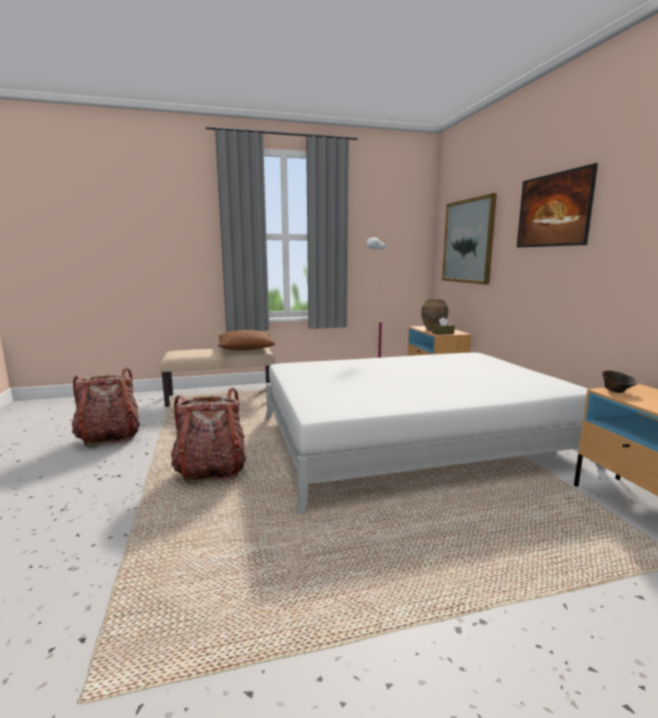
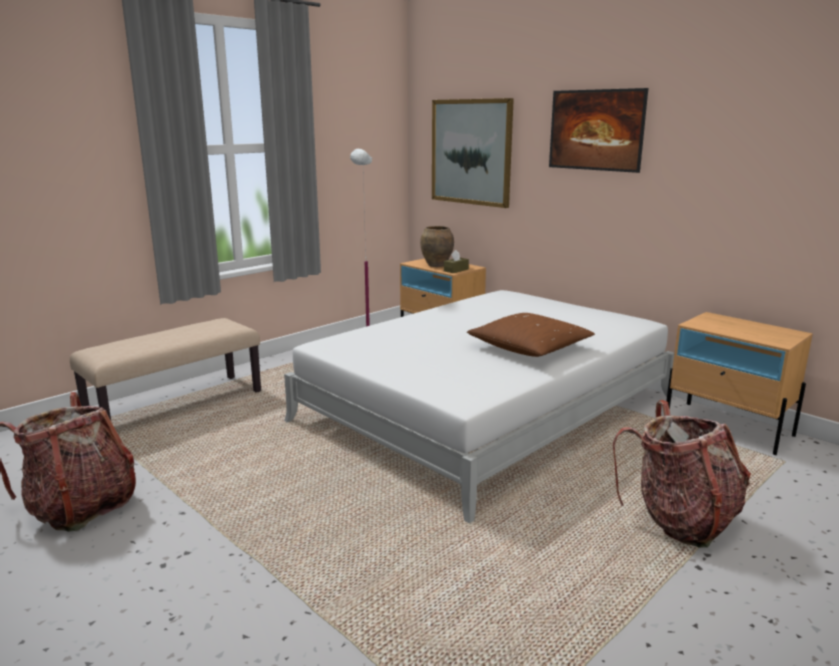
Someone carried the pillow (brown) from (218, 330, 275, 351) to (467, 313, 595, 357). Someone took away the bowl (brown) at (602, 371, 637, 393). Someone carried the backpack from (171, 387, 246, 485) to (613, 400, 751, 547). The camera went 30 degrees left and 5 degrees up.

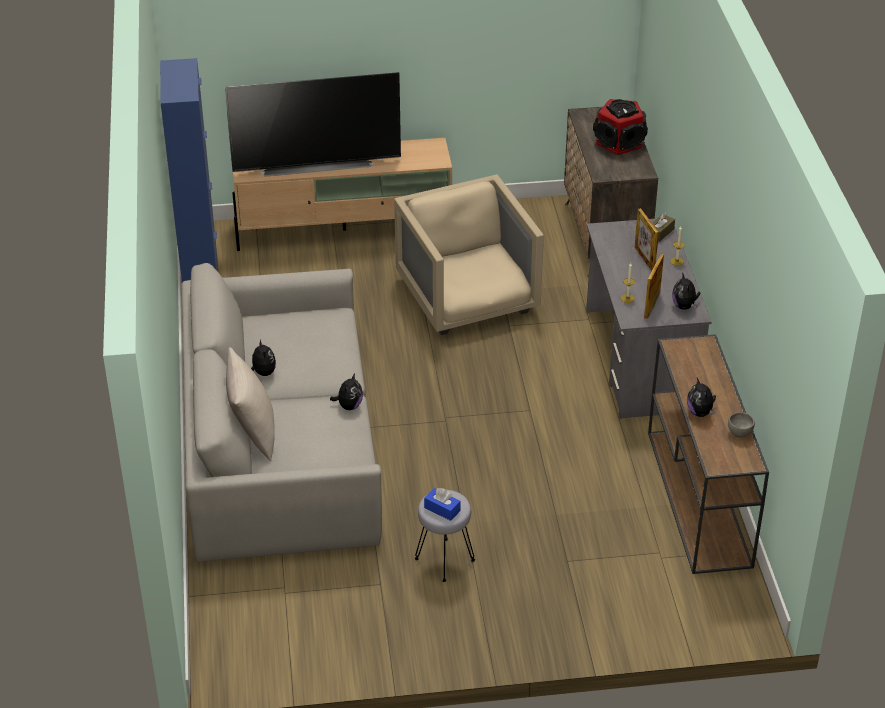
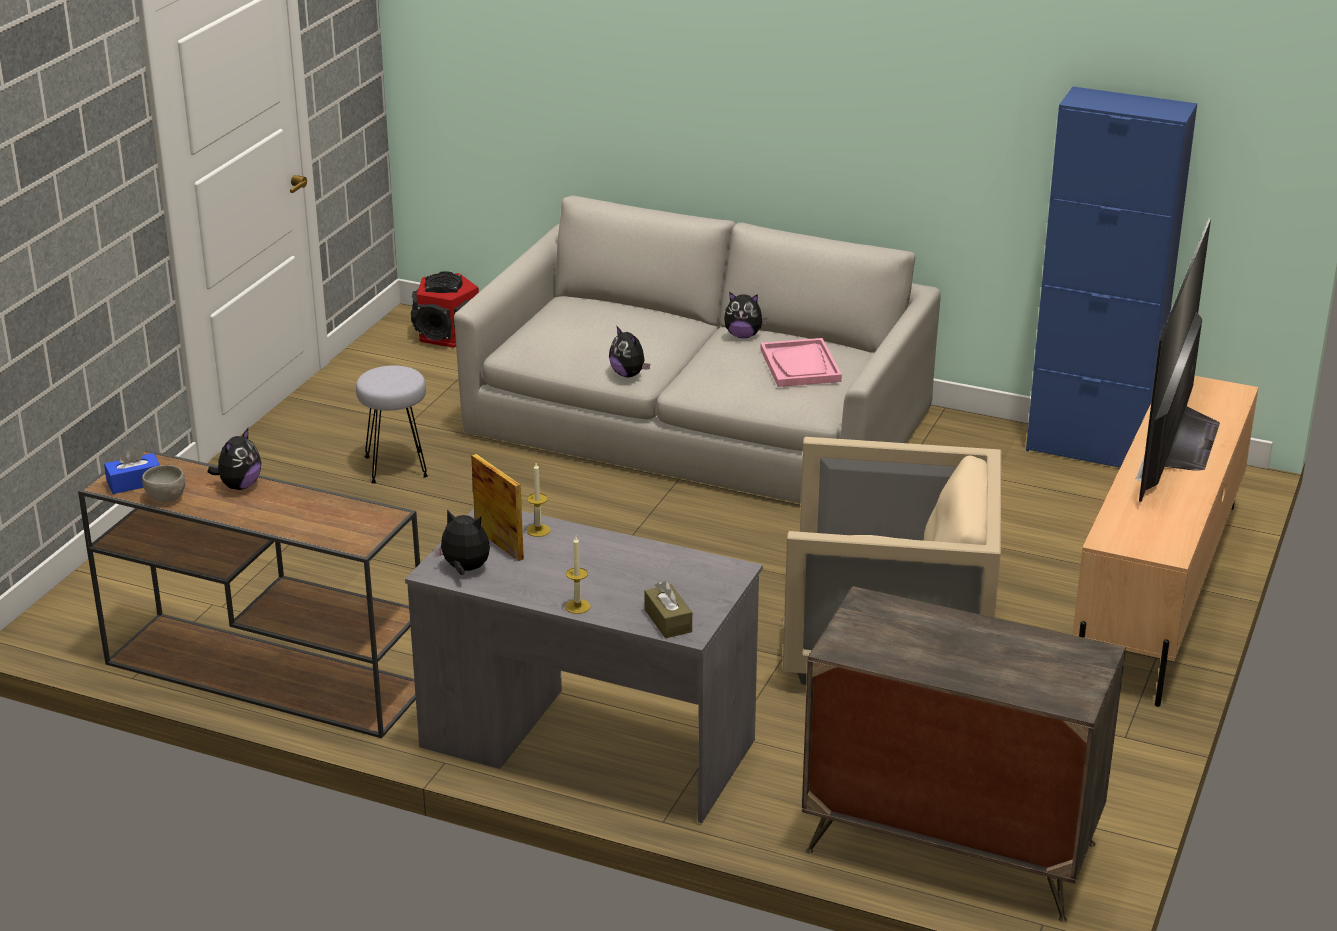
Someone carried the speaker from (593, 99, 648, 155) to (411, 271, 479, 348). Someone took away the picture frame at (635, 208, 659, 271). Someone took away the pillow (beige) at (226, 347, 275, 461). Someone rotated the plush toy at (687, 378, 716, 417) by 105 degrees clockwise. Someone carried the tissue box (blue) from (424, 488, 461, 521) to (104, 446, 160, 494). Someone put down the tray (pink) at (760, 338, 842, 387). The camera went 120 degrees right and 10 degrees down.

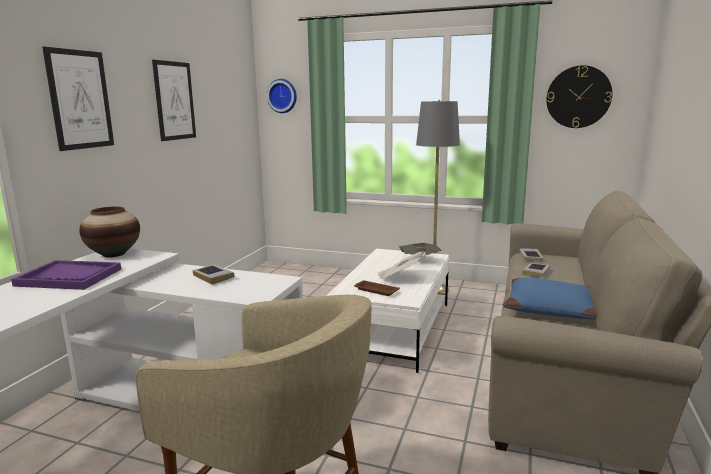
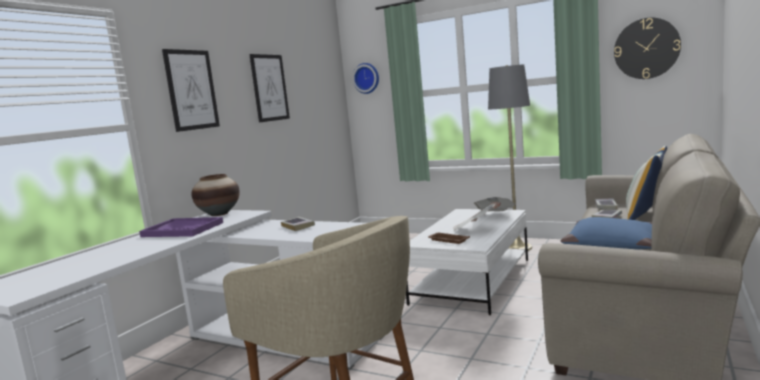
Someone put down the pillow at (626, 146, 667, 220). The camera went 10 degrees right and 5 degrees down.

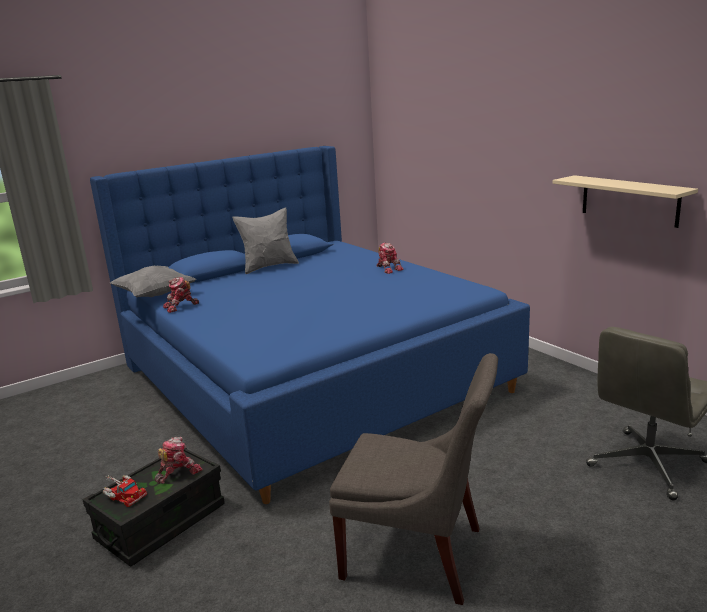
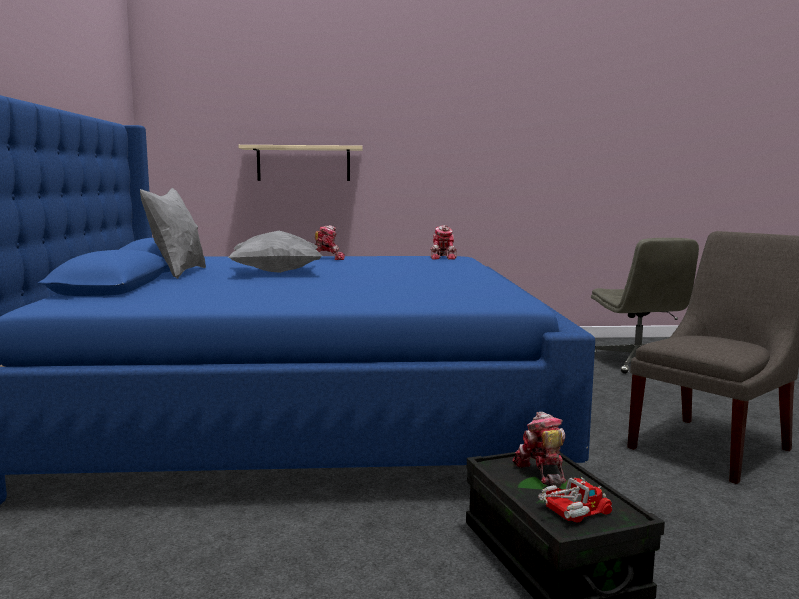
Someone carried the shelf (beige) from (552, 175, 698, 228) to (239, 145, 363, 181). Someone carried the pillow (grey) from (110, 266, 196, 297) to (228, 231, 322, 273). Someone carried the toy robot from (163, 277, 199, 313) to (430, 225, 457, 260). The camera went 60 degrees left and 10 degrees down.

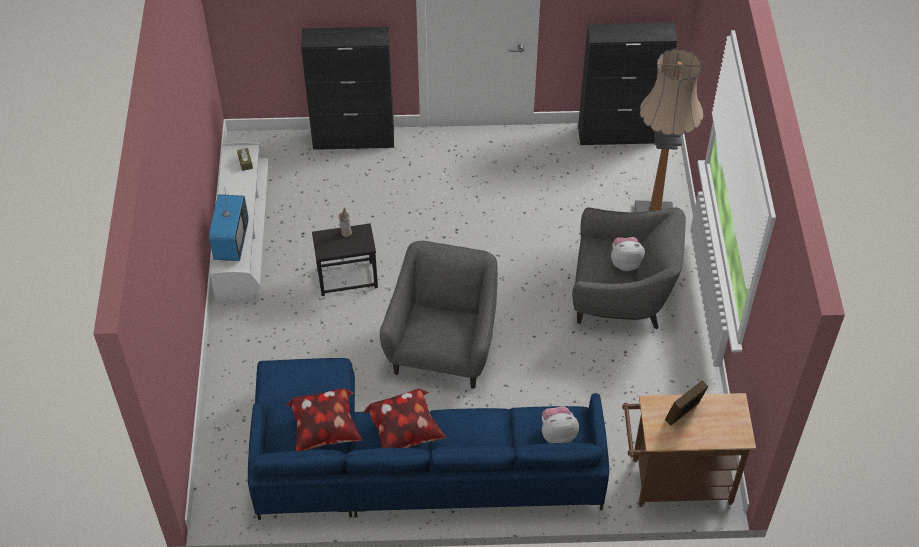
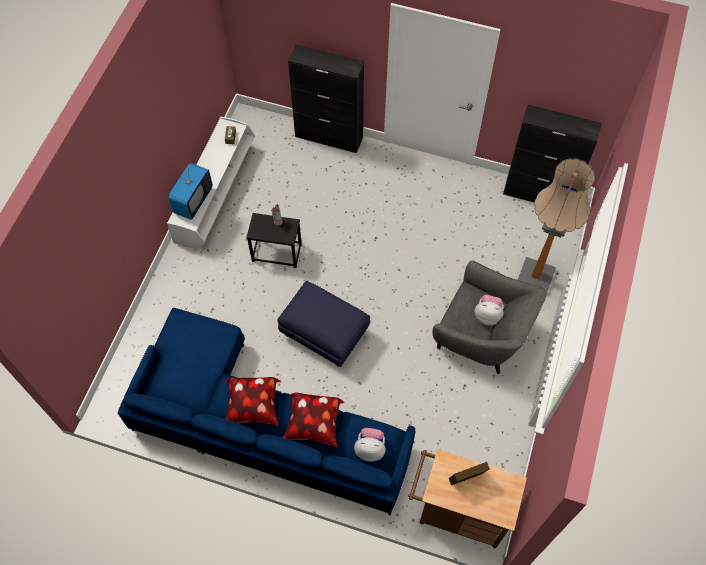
Someone swapped the armchair (grey) at (380, 241, 498, 389) for the ottoman (blue) at (278, 281, 370, 367). Someone carried the pillow from (286, 388, 362, 451) to (283, 392, 345, 447). The camera went 20 degrees right and 10 degrees up.

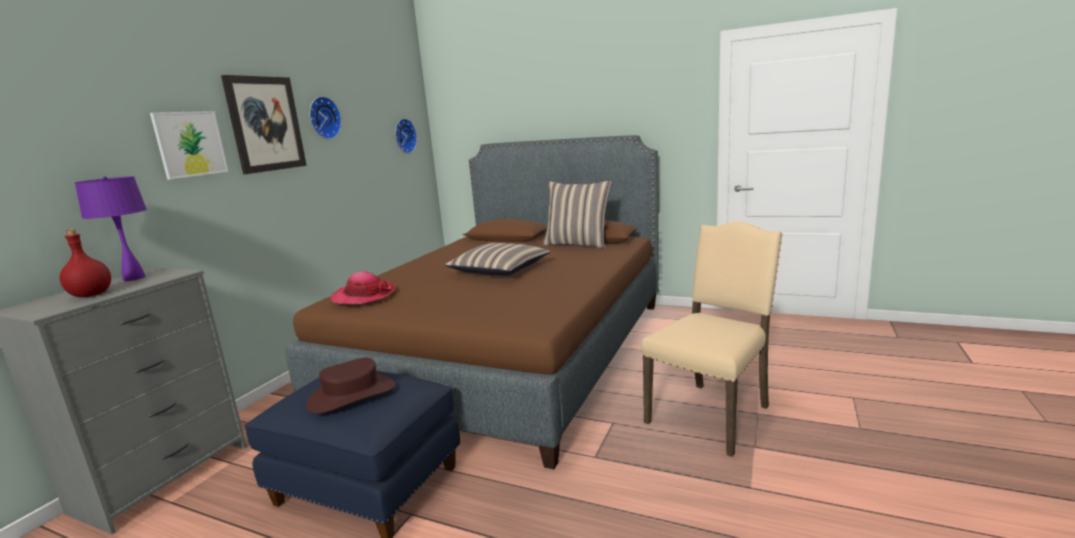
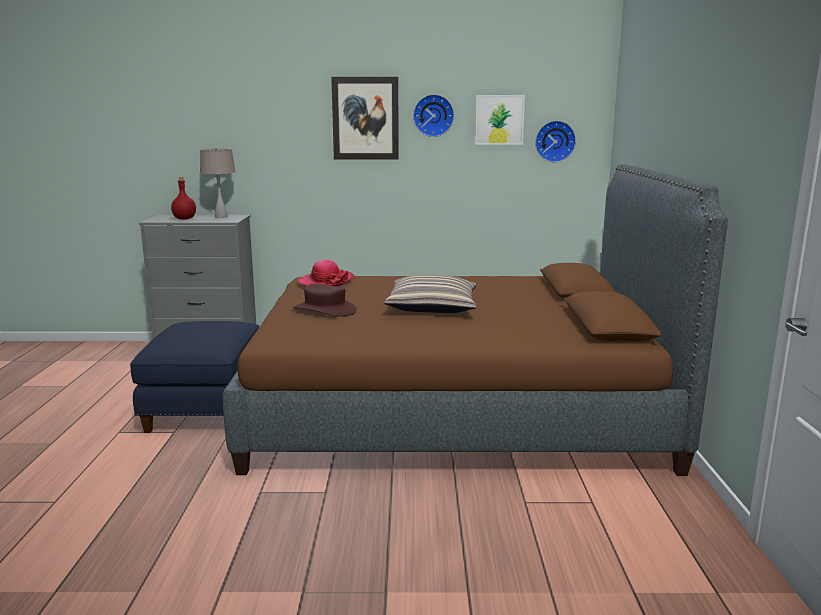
Someone carried the picture from (150, 111, 229, 180) to (475, 95, 525, 145). Someone repainted the table lamp (purple) at (75, 176, 147, 281), which became the table lamp (beige) at (200, 148, 235, 218). Someone took away the pillow at (543, 180, 612, 249). Someone took away the chair (beige) at (641, 222, 782, 457). Someone carried the hat (brown) from (306, 357, 395, 414) to (293, 284, 357, 317). The camera went 65 degrees right and 0 degrees up.

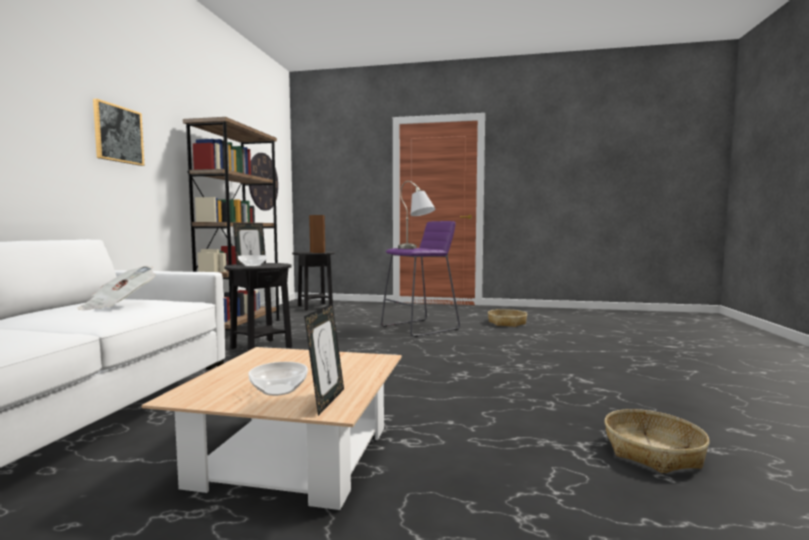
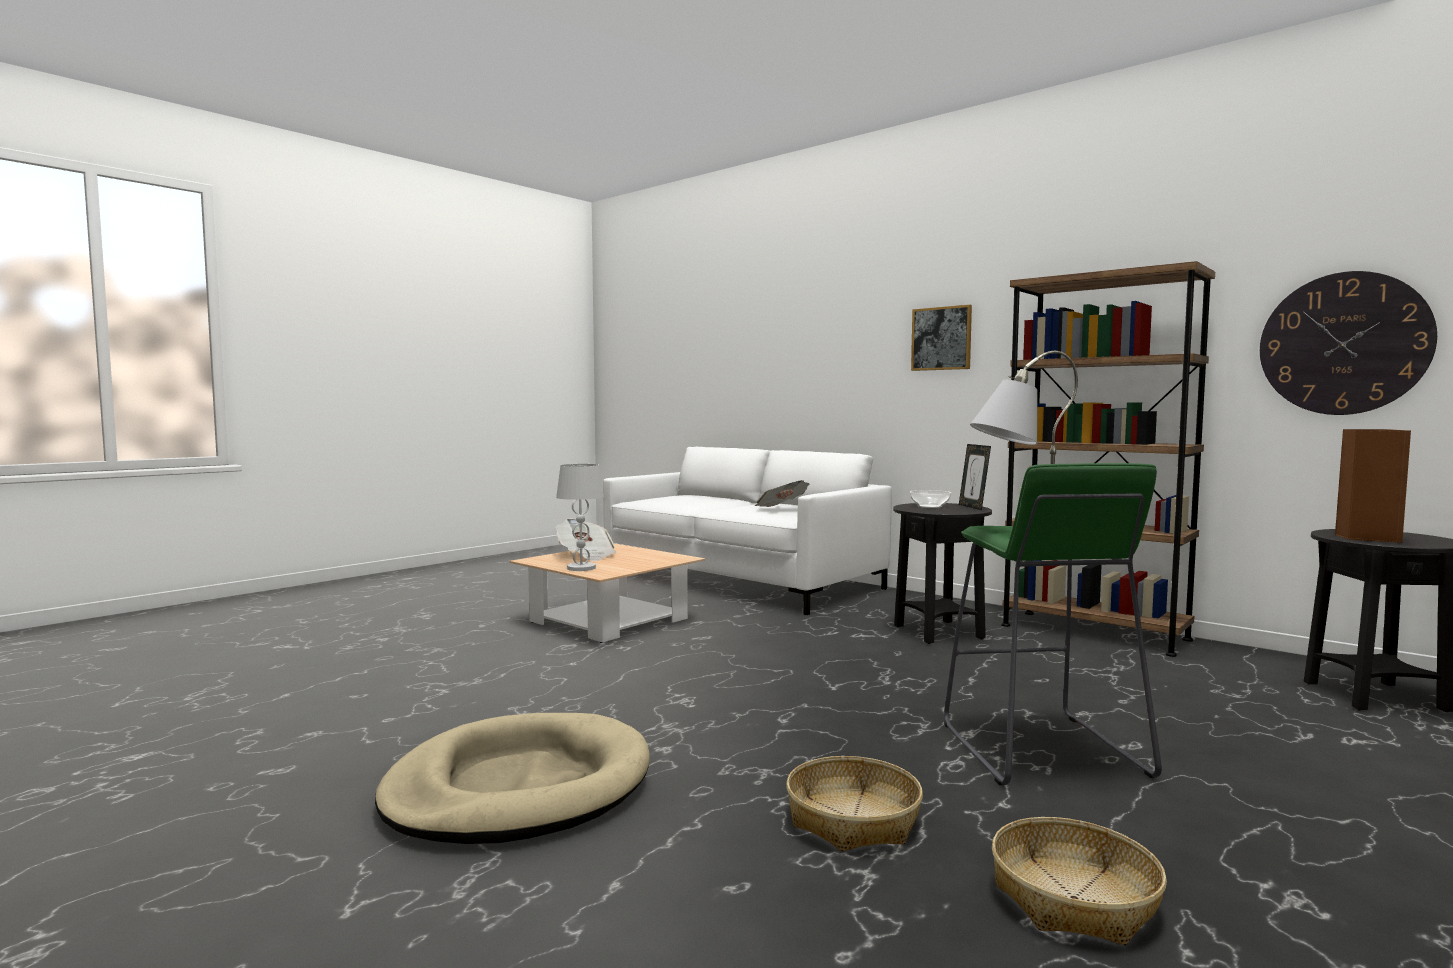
Someone repainted the stool (purple) at (381, 221, 460, 337), which became the stool (green) at (944, 463, 1162, 785). Someone took away the picture frame at (304, 303, 344, 416). Someone swapped the bowl at (249, 362, 308, 396) for the newspaper at (556, 518, 617, 561). Someone carried the basket from (604, 409, 710, 474) to (786, 756, 923, 851). Someone put down the table lamp (white) at (556, 464, 604, 571). Someone put down the dog bed (beige) at (375, 713, 650, 844). The camera went 120 degrees right and 0 degrees up.

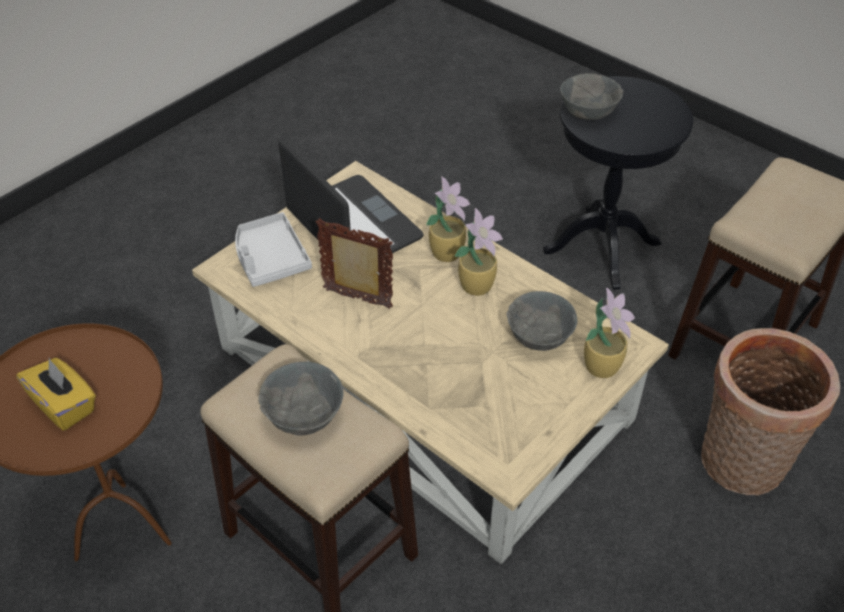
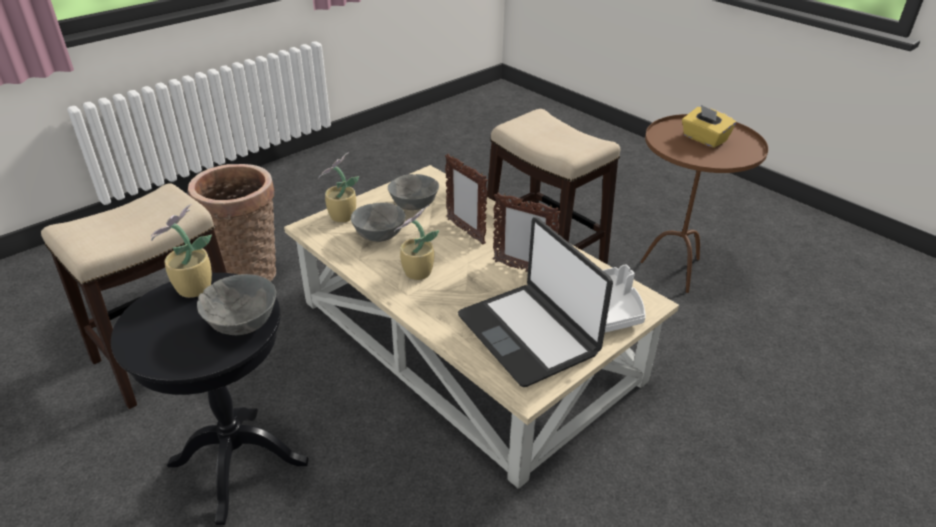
Someone carried the potted plant from (426, 176, 470, 262) to (151, 204, 212, 298). Someone carried the bowl (grey) from (259, 361, 344, 436) to (388, 174, 439, 210). Someone put down the picture frame at (445, 153, 488, 245). The camera went 175 degrees left and 10 degrees down.

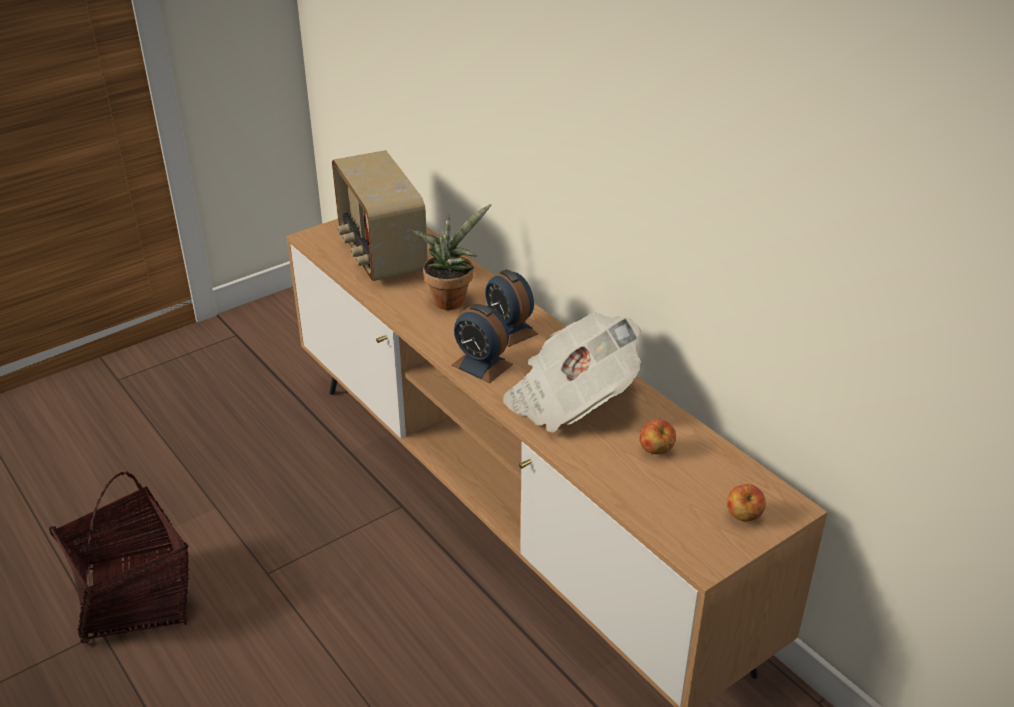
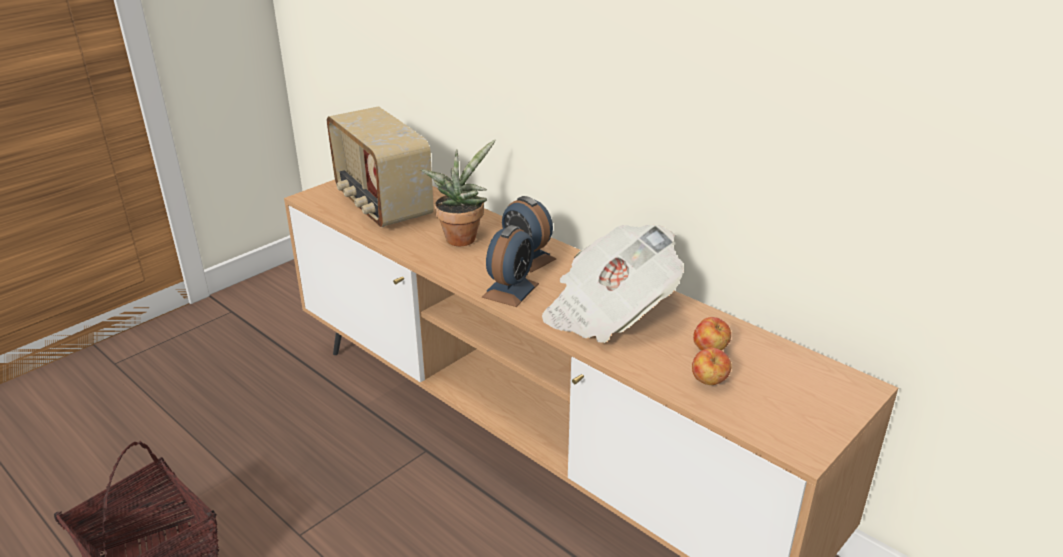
Someone rotated the alarm clock at (451, 304, 513, 383) by 90 degrees counterclockwise. Someone carried the apple from (727, 484, 766, 522) to (692, 347, 732, 385). The camera went 10 degrees left and 5 degrees down.

